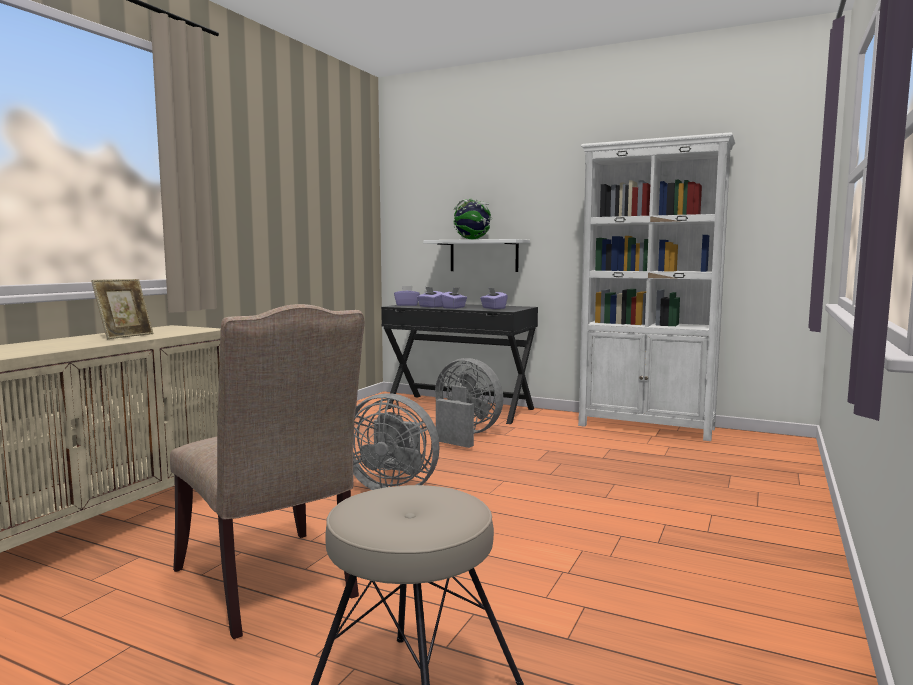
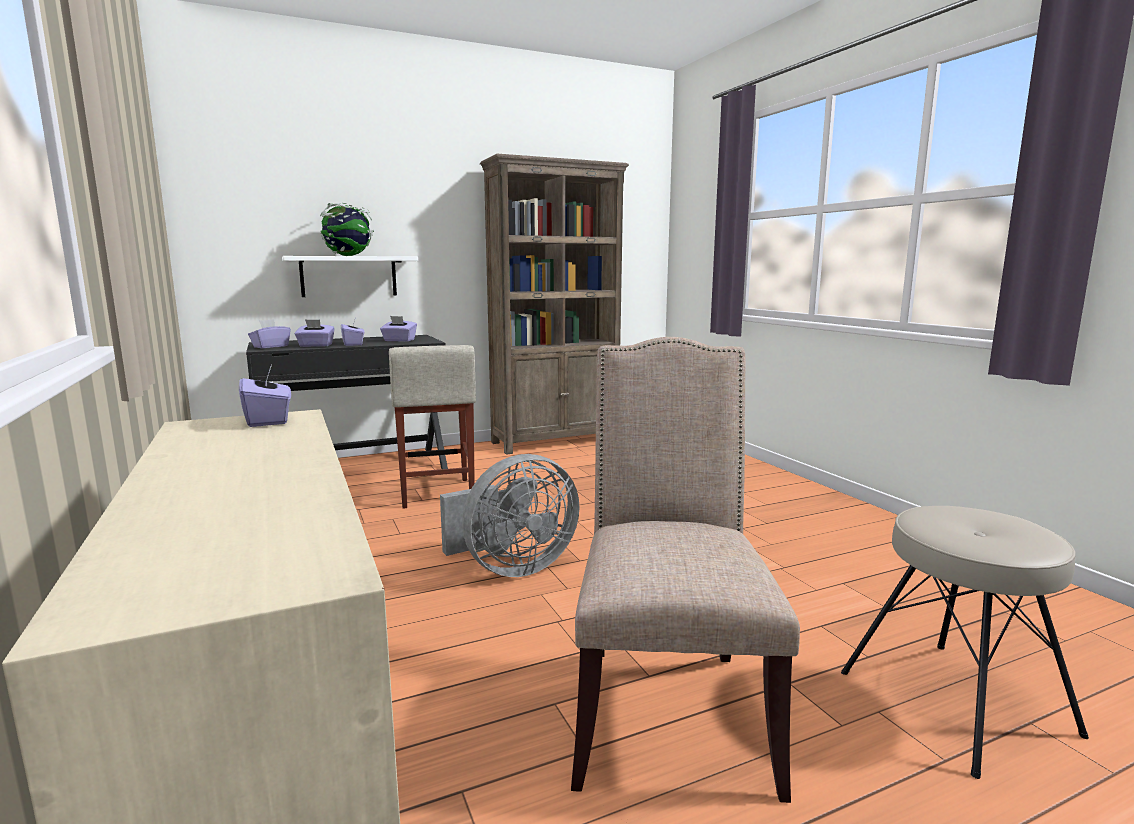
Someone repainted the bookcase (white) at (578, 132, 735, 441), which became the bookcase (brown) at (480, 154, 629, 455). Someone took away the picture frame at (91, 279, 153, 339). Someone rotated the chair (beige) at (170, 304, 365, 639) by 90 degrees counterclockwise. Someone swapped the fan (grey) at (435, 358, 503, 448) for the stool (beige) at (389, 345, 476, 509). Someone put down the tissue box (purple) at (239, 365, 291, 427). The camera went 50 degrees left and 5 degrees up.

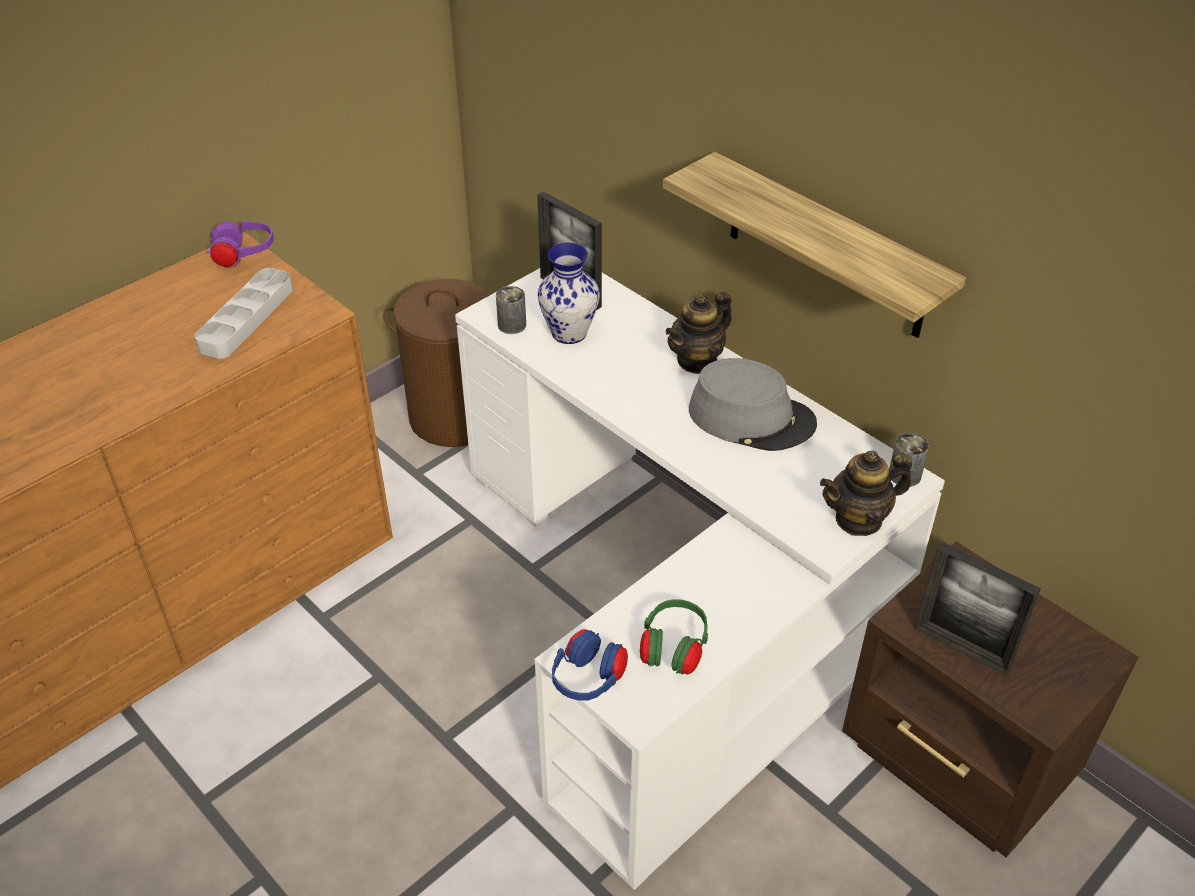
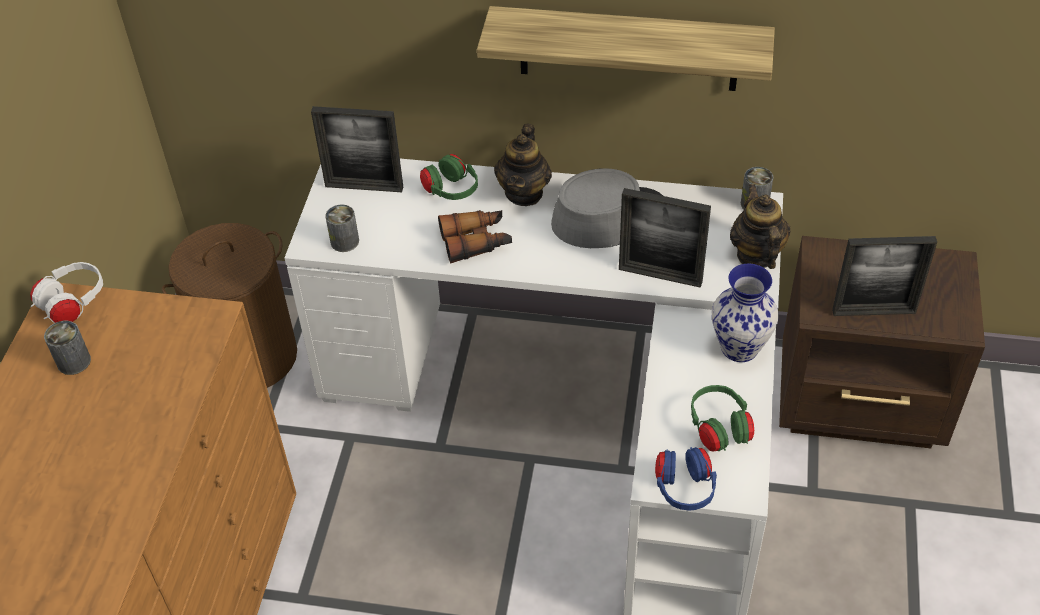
Someone repainted the headphones (purple) at (206, 221, 274, 267), which became the headphones (white) at (30, 262, 103, 323). Someone carried the vase from (538, 243, 600, 344) to (712, 263, 779, 362). Someone took away the tray (grey) at (194, 268, 293, 359). Someone rotated the teapot at (820, 451, 912, 536) by 135 degrees clockwise. Someone put down the headphones (green) at (420, 154, 478, 200). Someone put down the picture frame at (619, 188, 711, 288). Someone put down the binoculars at (438, 210, 512, 263). Someone put down the can at (44, 321, 91, 375). The camera went 35 degrees left and 5 degrees up.

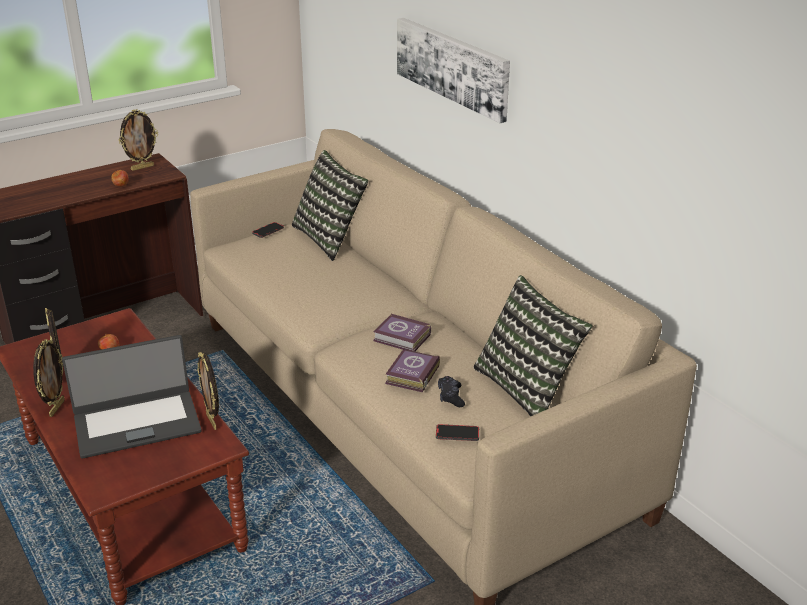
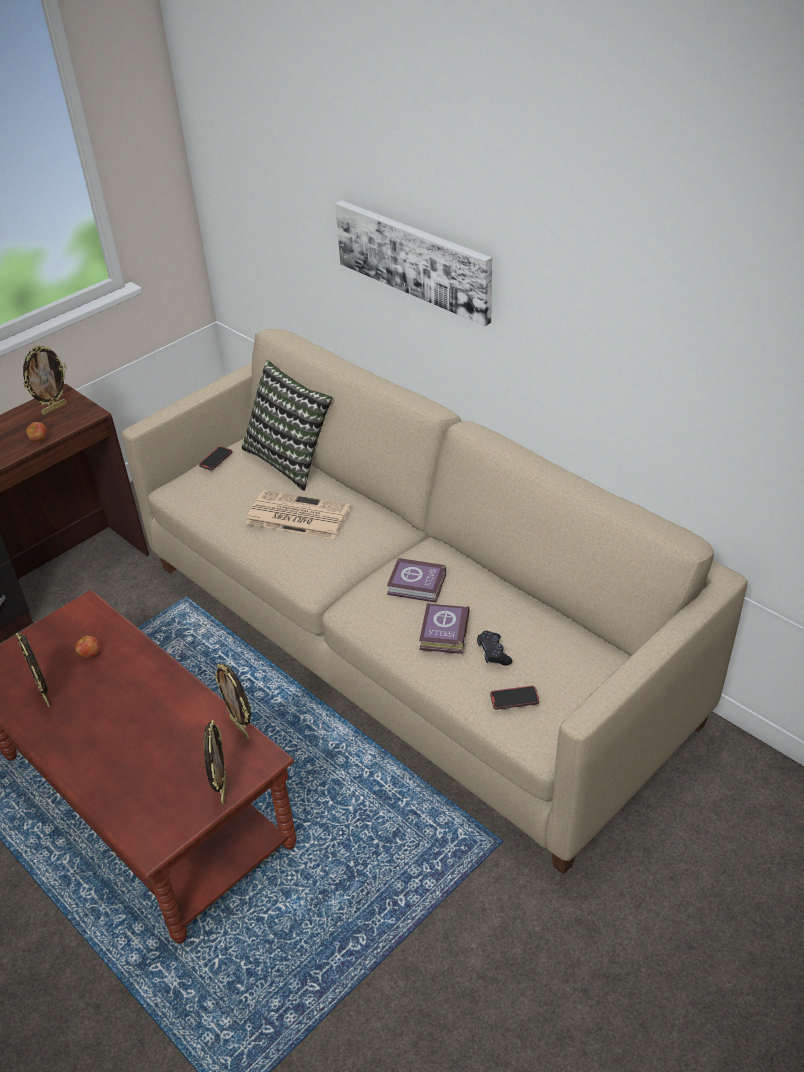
Someone took away the pillow at (473, 275, 593, 417). Someone took away the laptop at (62, 335, 202, 458). Someone carried the picture frame from (33, 339, 65, 417) to (204, 720, 227, 805). Someone put down the newspaper at (245, 490, 351, 539). The camera went 10 degrees left and 10 degrees up.

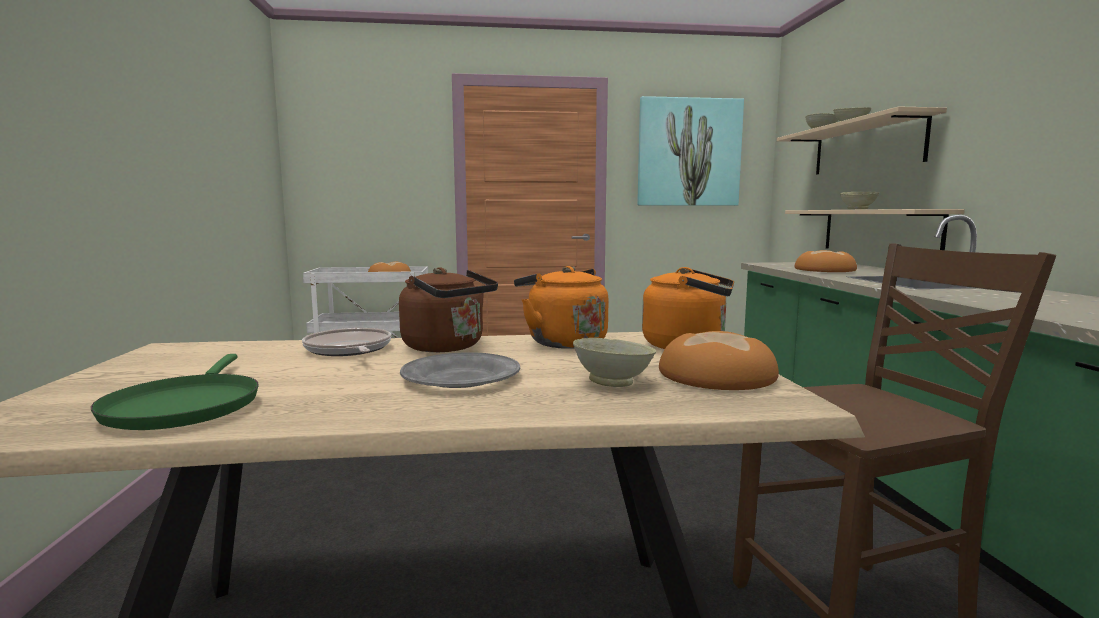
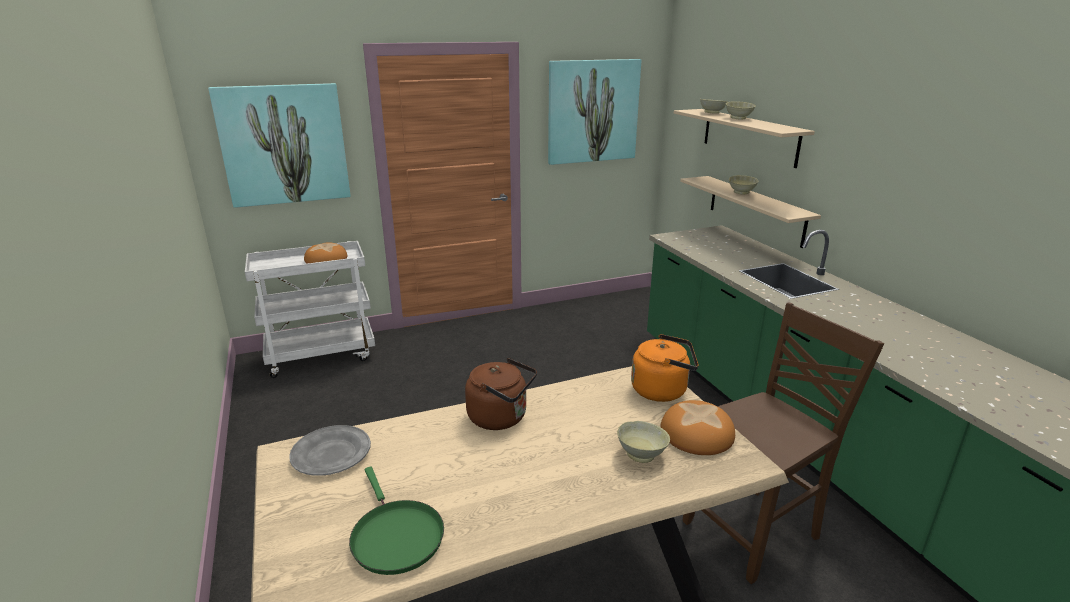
Someone took away the bread at (794, 250, 857, 272). Someone took away the kettle (orange) at (514, 266, 608, 349). Someone took away the frying pan at (302, 328, 391, 356). Someone carried the plate (grey) from (400, 352, 520, 388) to (289, 425, 371, 476). Someone put up the picture at (208, 83, 351, 208). The camera went 15 degrees left and 15 degrees up.

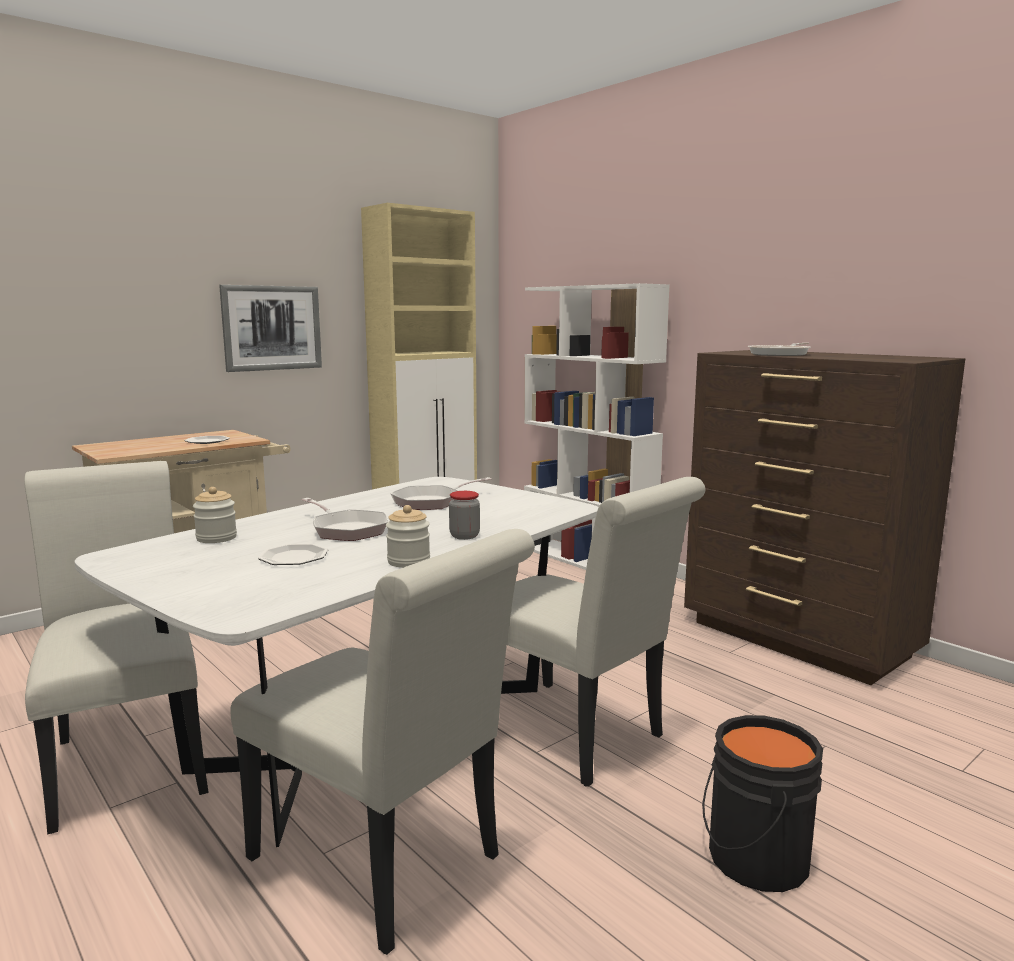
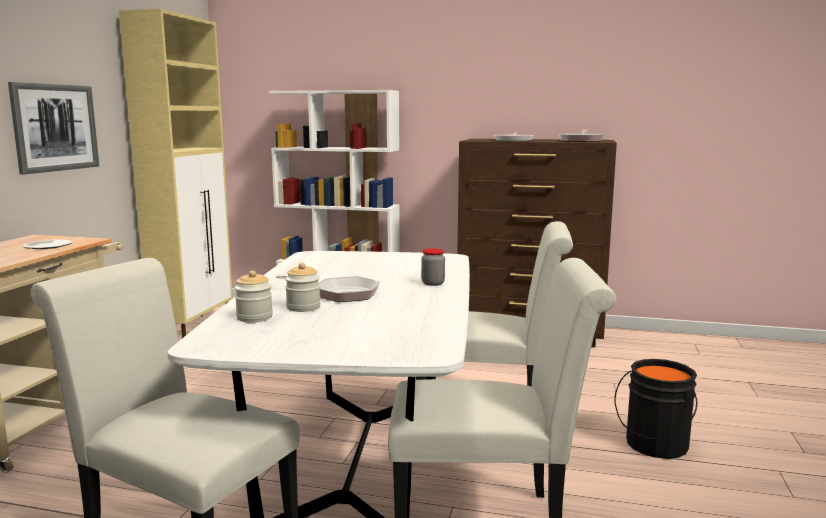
Someone carried the frying pan from (390, 477, 492, 510) to (559, 130, 604, 142). Someone carried the jar from (386, 505, 430, 568) to (285, 263, 321, 312). Someone took away the plate at (258, 544, 328, 565). The camera went 35 degrees left and 0 degrees up.

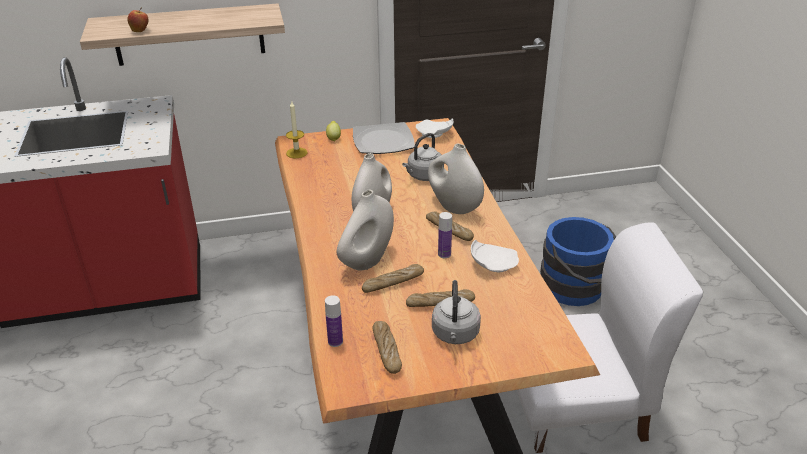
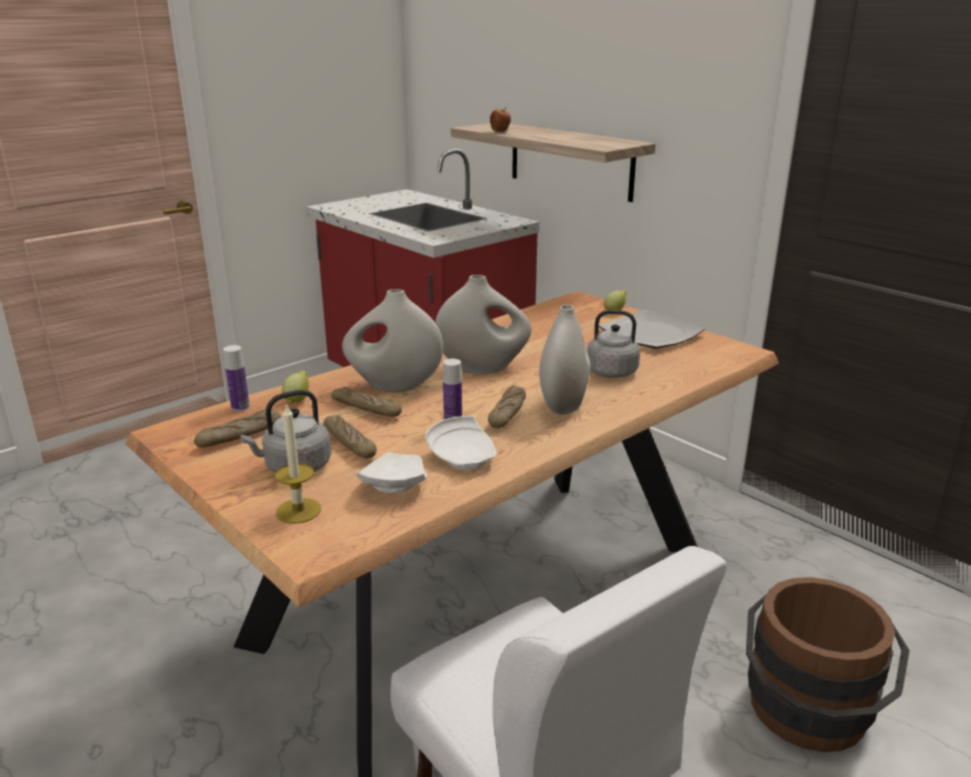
Someone carried the candle from (286, 102, 307, 158) to (275, 403, 321, 524). Someone carried the plate (white) from (416, 119, 454, 138) to (356, 453, 427, 493). Someone repainted the bucket (blue) at (540, 217, 616, 306), which became the bucket (brown) at (746, 577, 910, 752). Someone put down the lemon at (282, 371, 309, 404). The camera went 60 degrees right and 10 degrees down.

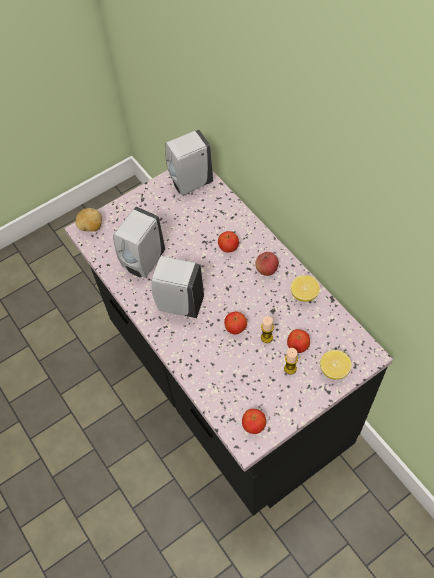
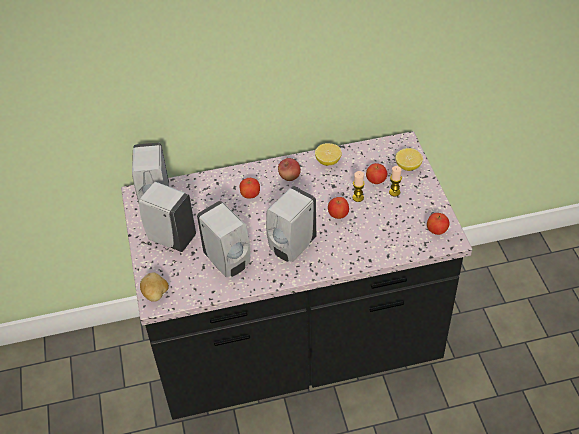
Someone put down the soap dispenser (white) at (139, 182, 196, 252). The camera went 70 degrees left and 10 degrees down.

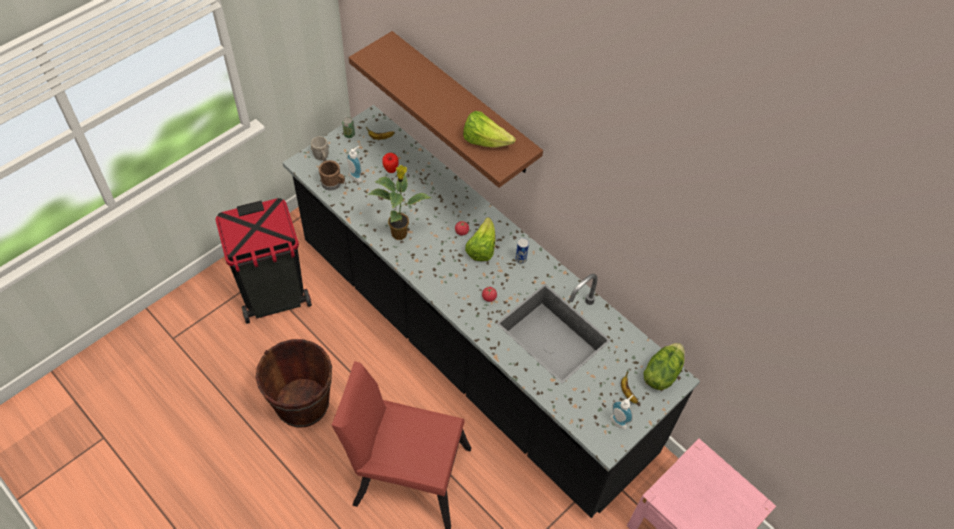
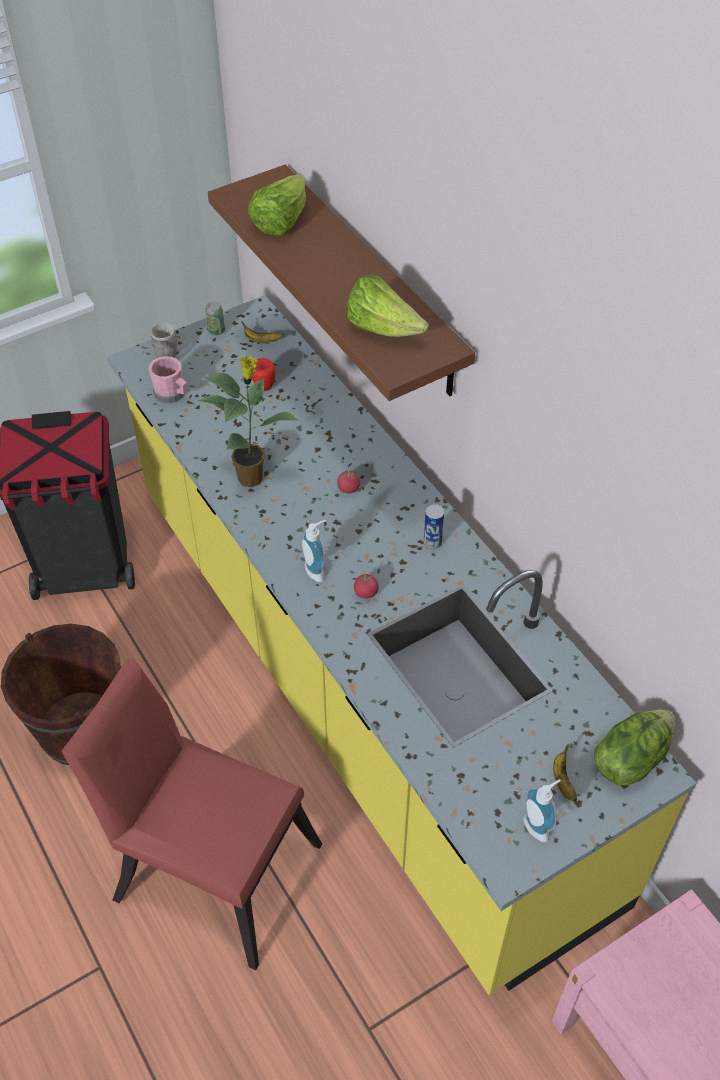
Someone repainted the counter (black) at (282, 105, 700, 518), which became the counter (yellow) at (107, 295, 697, 995). Someone carried the soap dispenser from (347, 146, 362, 182) to (302, 520, 326, 582). Someone repainted the mug (brown) at (319, 160, 345, 191), which became the mug (pink) at (148, 356, 188, 404). Someone carried the lettuce from (465, 217, 496, 261) to (248, 174, 306, 236). The camera went 15 degrees right and 5 degrees down.

